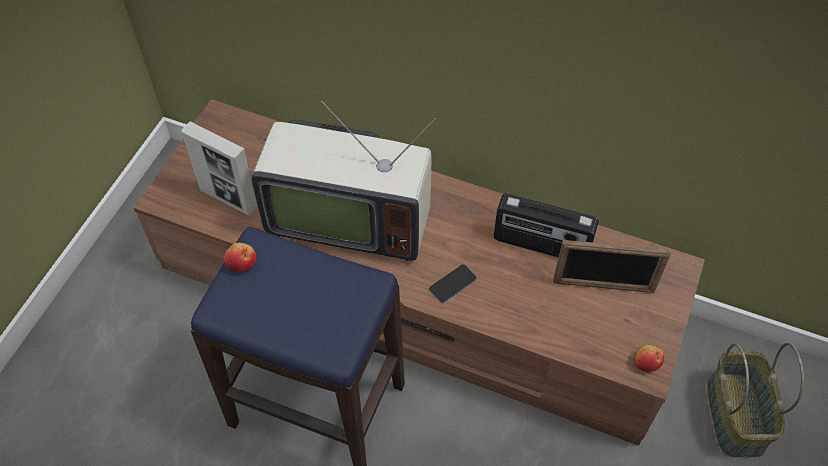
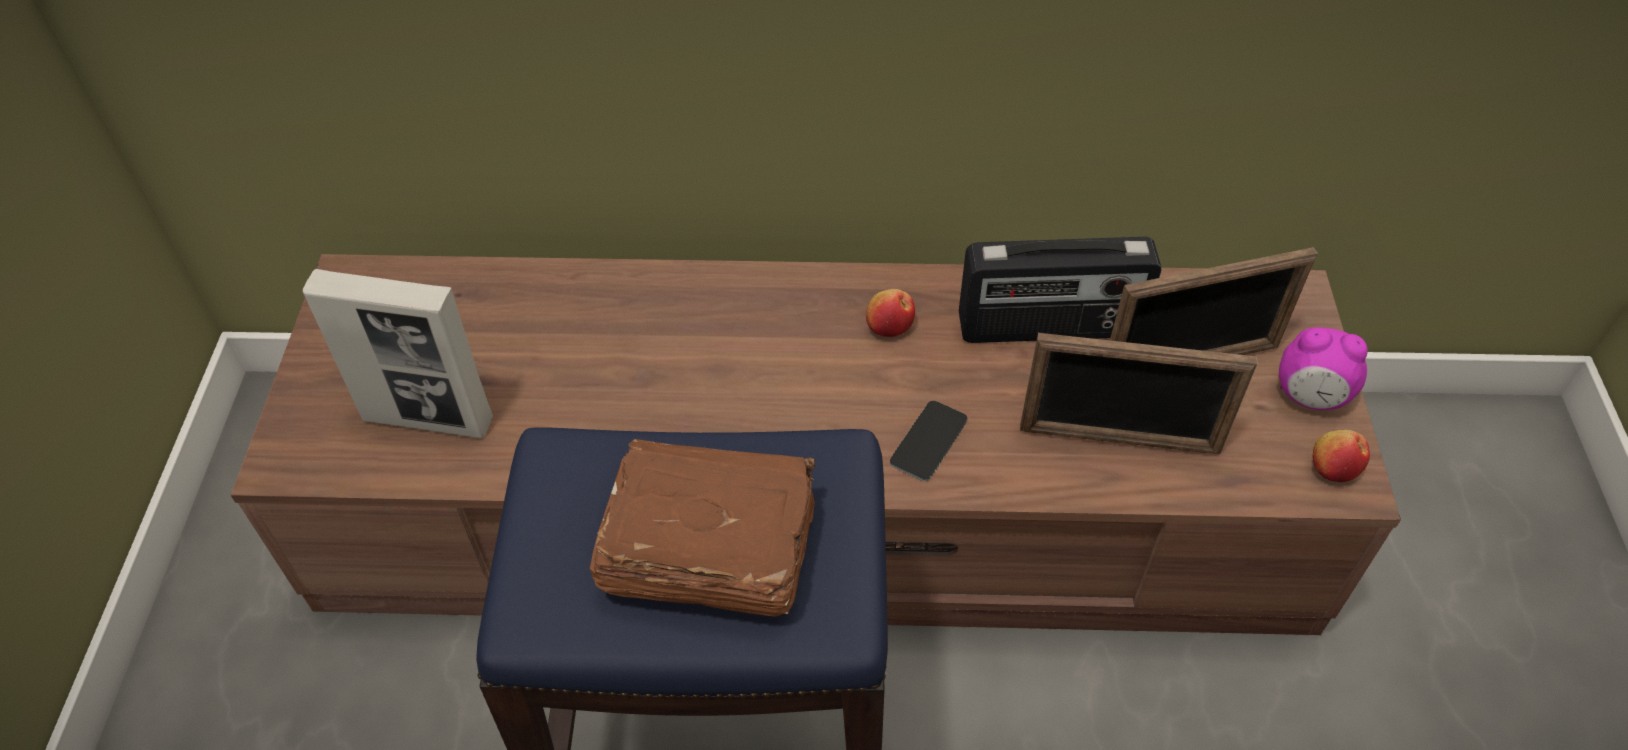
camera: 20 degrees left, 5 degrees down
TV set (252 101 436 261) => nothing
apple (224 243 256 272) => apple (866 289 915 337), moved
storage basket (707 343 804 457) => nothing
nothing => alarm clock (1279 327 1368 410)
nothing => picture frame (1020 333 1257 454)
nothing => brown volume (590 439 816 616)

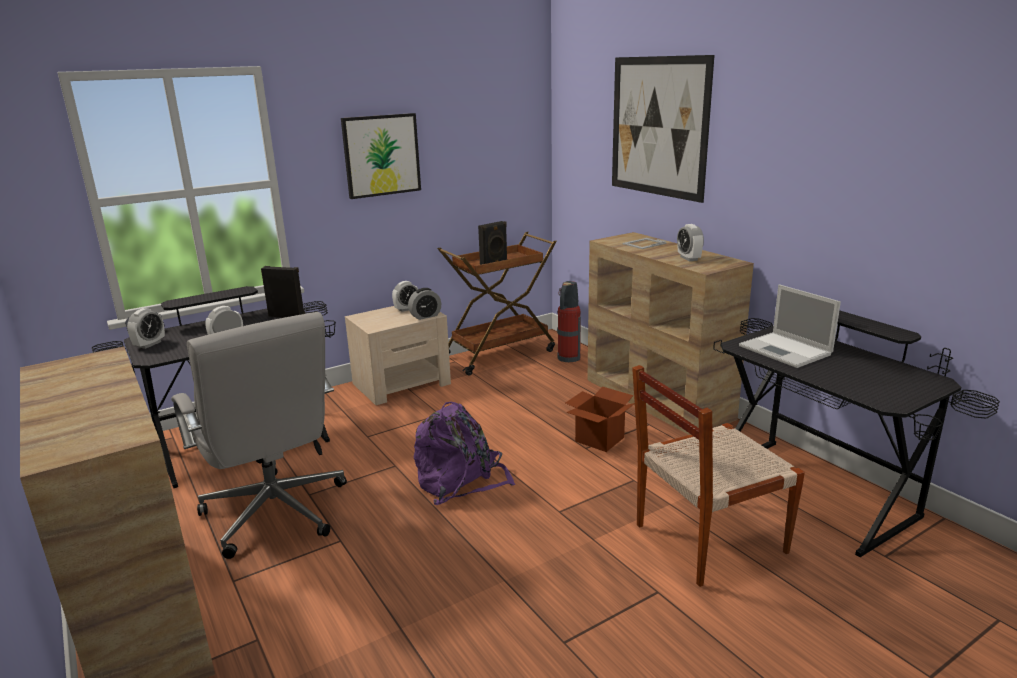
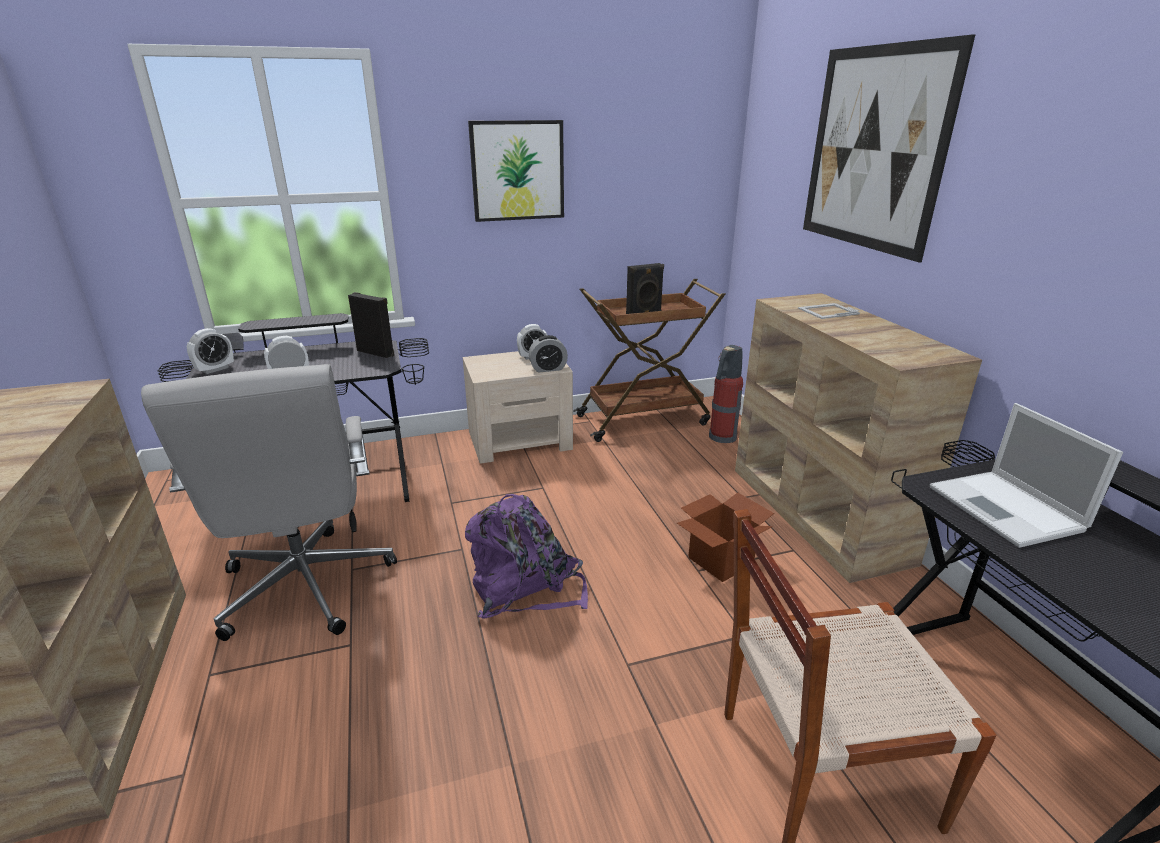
camera: 15 degrees right, 5 degrees up
alarm clock (677 224 704 261) => nothing

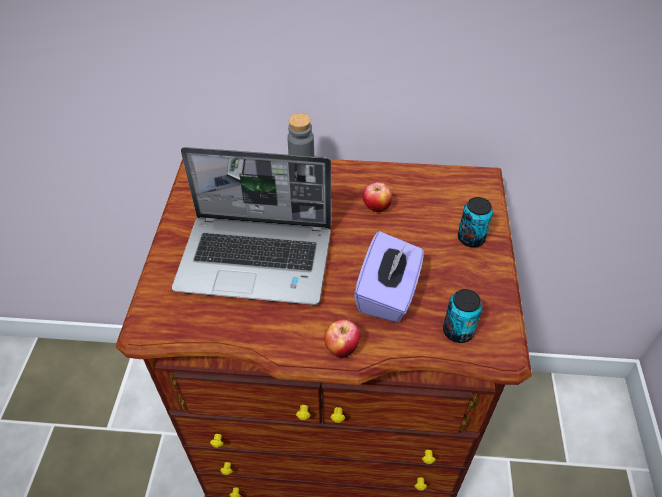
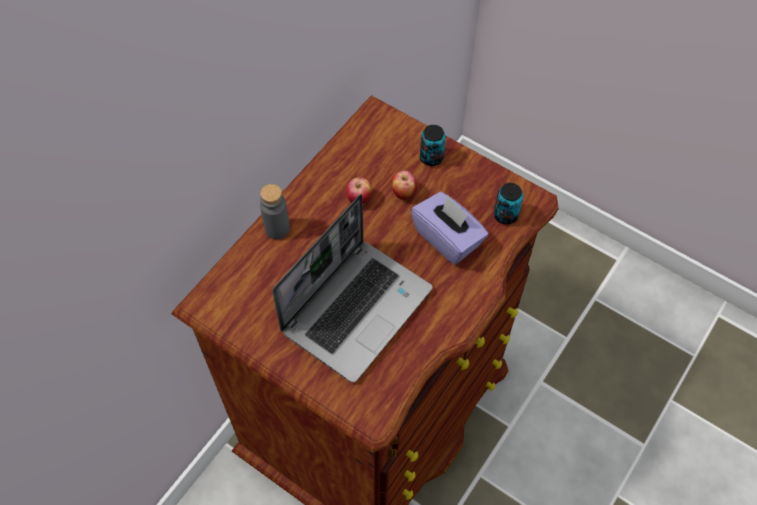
camera: 60 degrees left, 10 degrees up
apple (324 319 361 358) => apple (392 170 417 200), moved

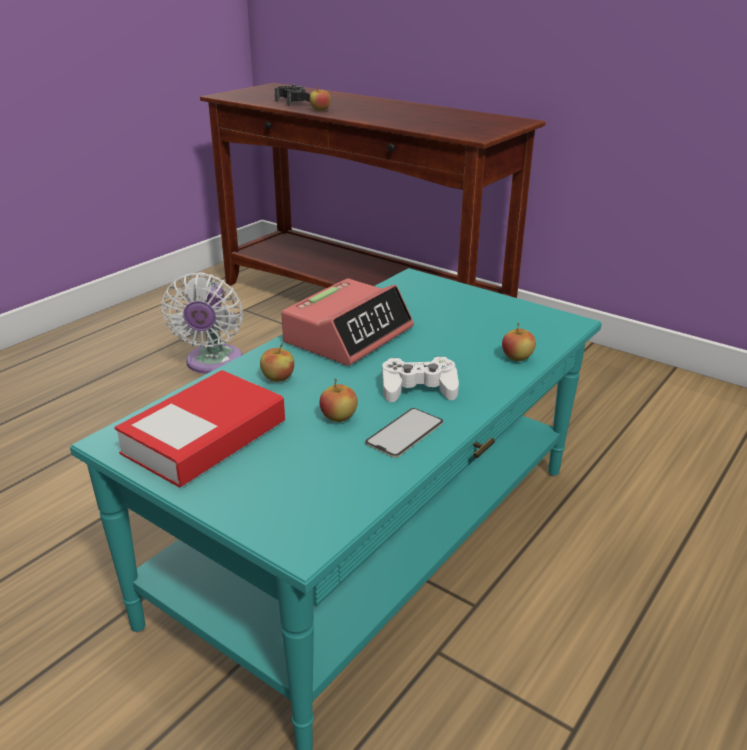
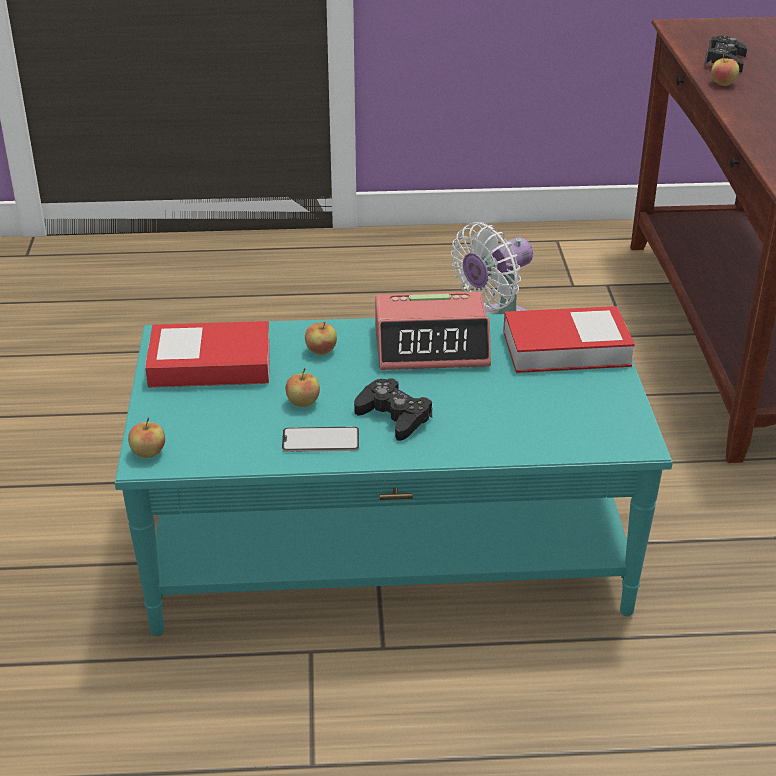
camera: 50 degrees right, 5 degrees up
apple (502 323 536 361) => apple (128 417 165 458), moved
whitish game controller (382 356 459 402) => black-coloured game controller (354 378 432 441)
nothing => volume (503 306 635 373)

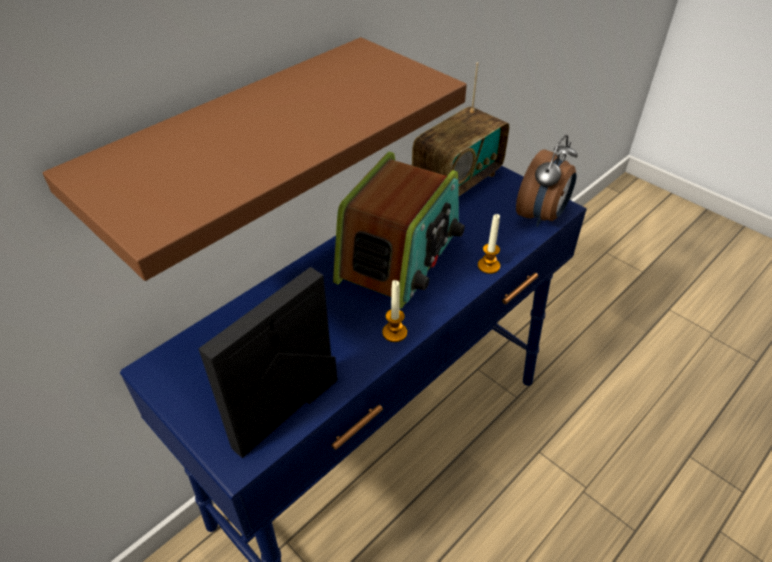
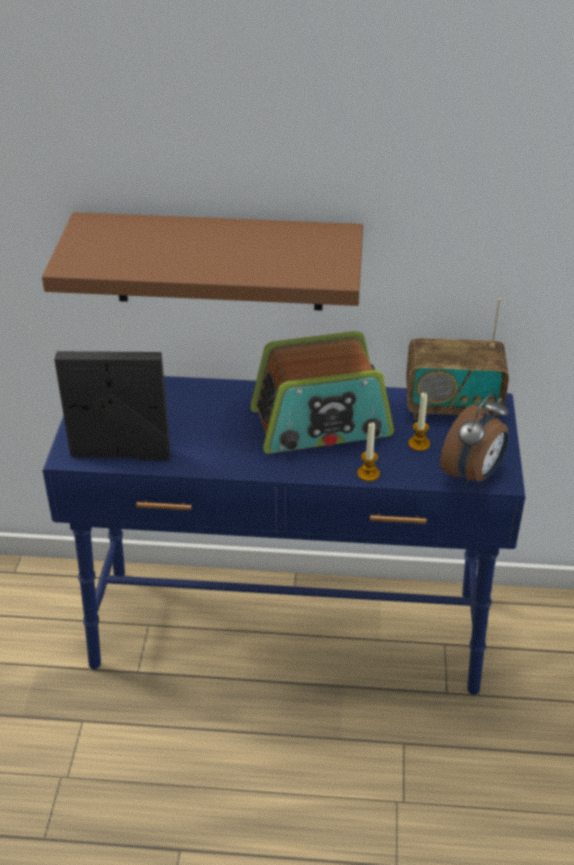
camera: 50 degrees right, 5 degrees down
alarm clock (516 135 578 227) => alarm clock (440 393 509 486), 45 degrees counterclockwise
candle (382 280 407 342) => candle (408 393 430 451), moved

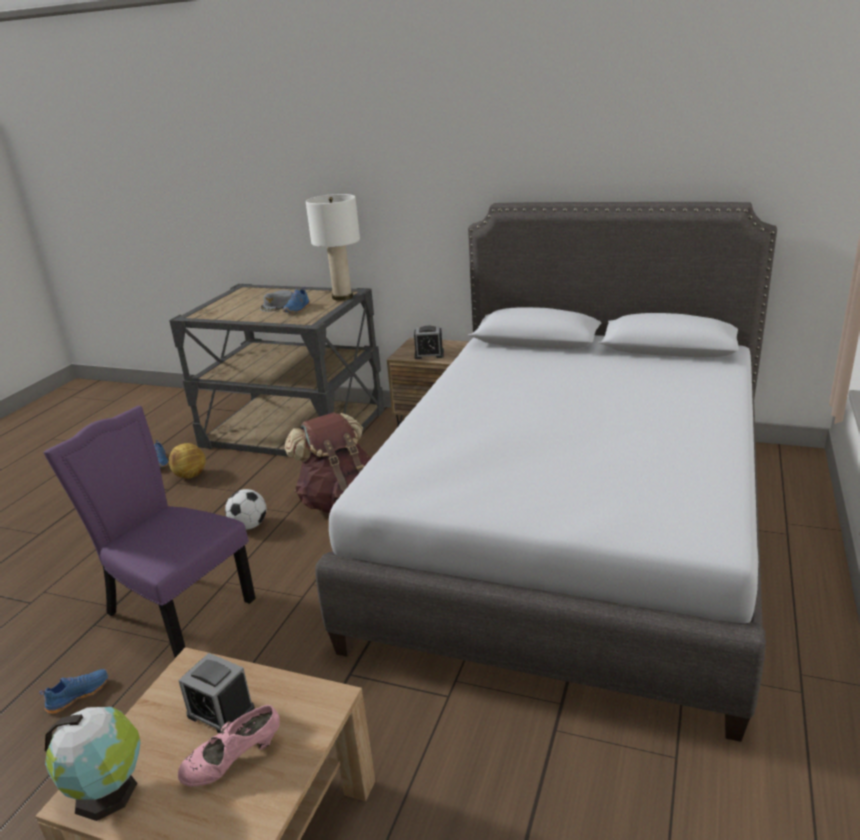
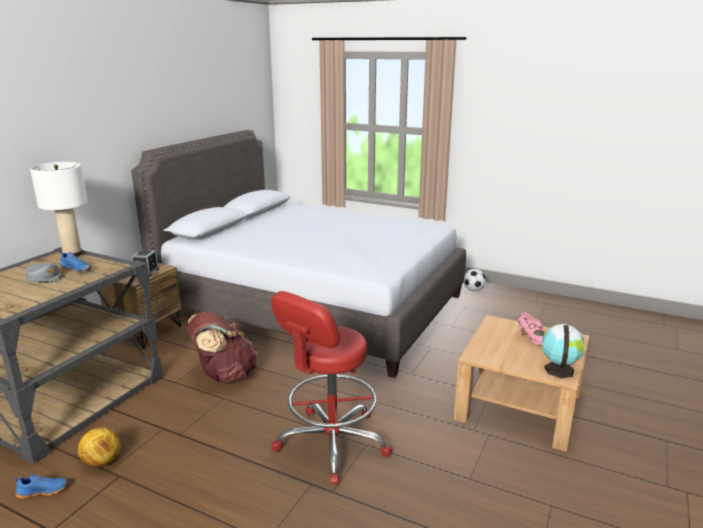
camera: 85 degrees left, 5 degrees down
purplish chair (43 406 256 658) => red sitting stool (271 291 392 485)
football (225 489 267 530) => football (463 269 486 291), moved
alarm clock (178 653 255 733) => nothing
bluish low shoe (39 669 108 714) => nothing

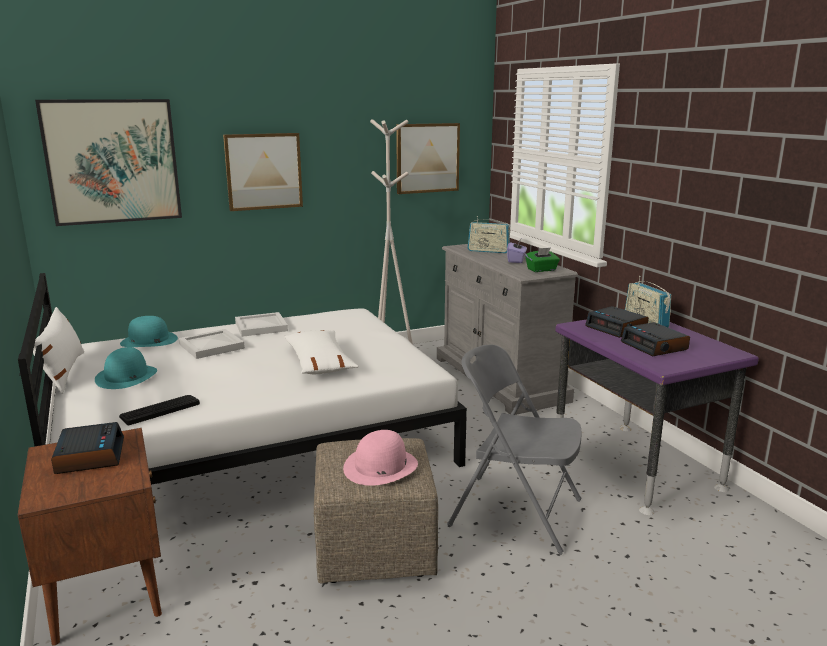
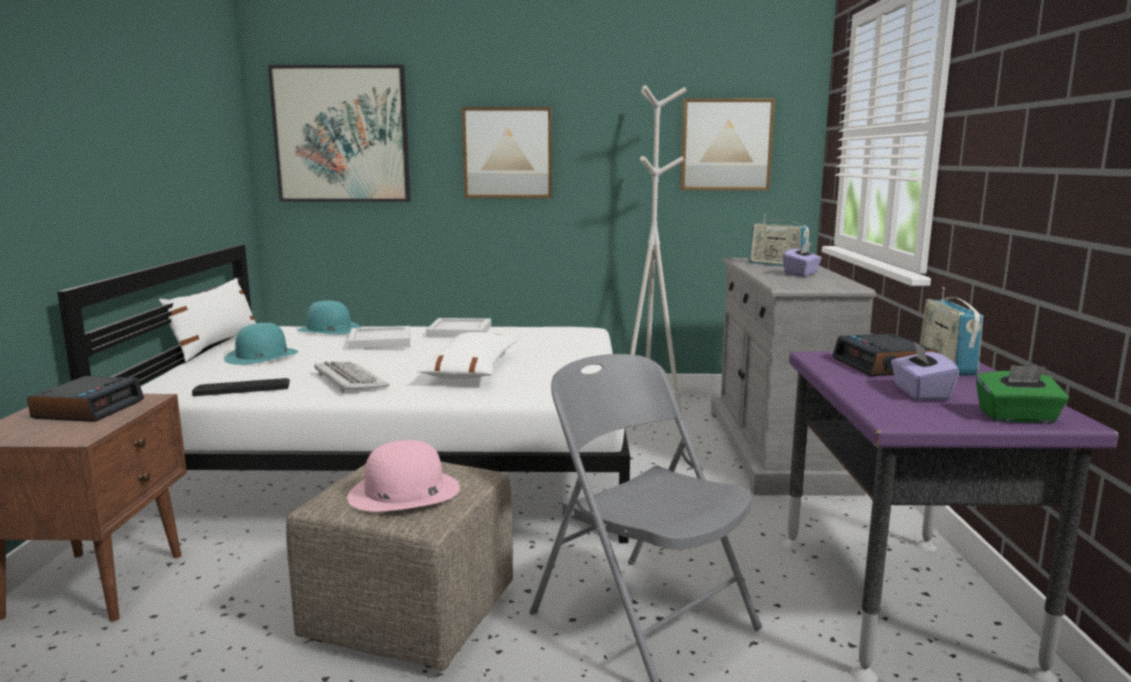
camera: 25 degrees right, 5 degrees down
greenish tissue box (525 248 560 272) => greenish tissue box (976 365 1069 423), moved
alarm clock (621 322 690 356) => purplish tissue box (891 341 959 400)
nothing => PC keyboard (314 361 389 393)

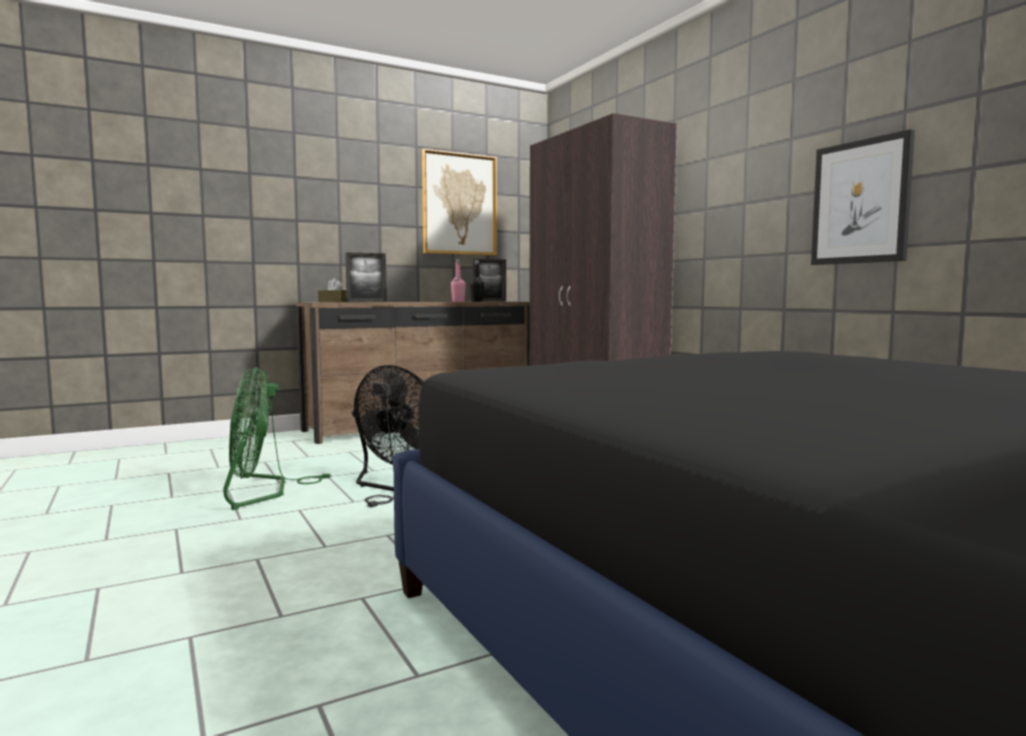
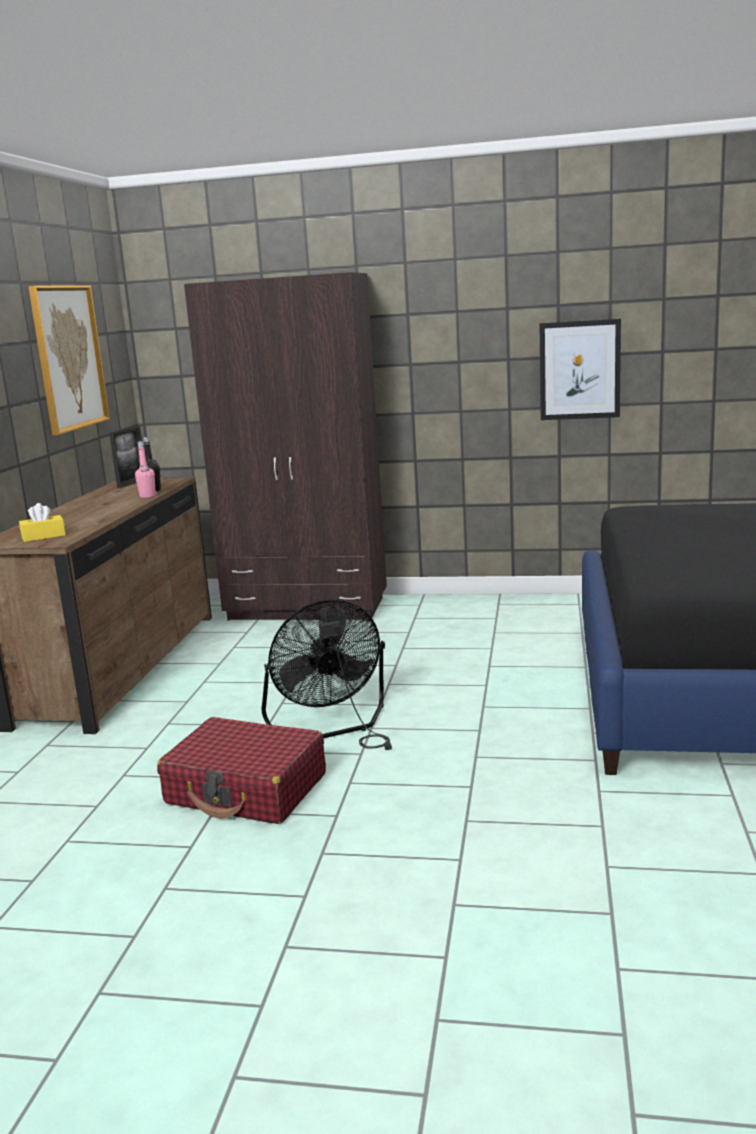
camera: 50 degrees left, 10 degrees up
picture frame (345 253 387 302) => nothing
brown tissue box (318 278 347 302) => yellowish tissue box (19 503 66 542)
greenish fan (223 367 331 510) => red suitcase (157 717 326 824)

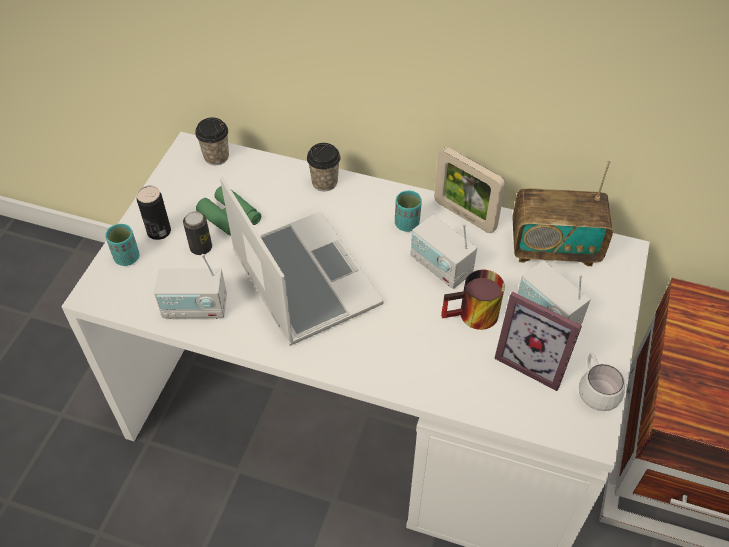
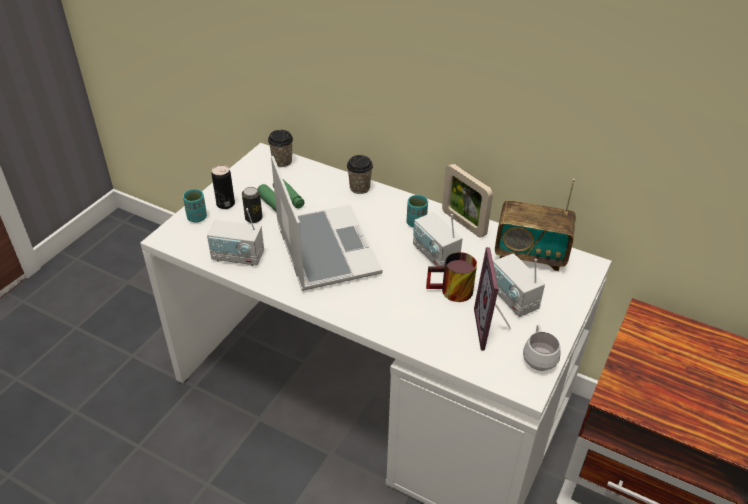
camera: 10 degrees right, 10 degrees down
picture frame (494 292 582 391) => picture frame (474 247 511 350), 45 degrees clockwise

